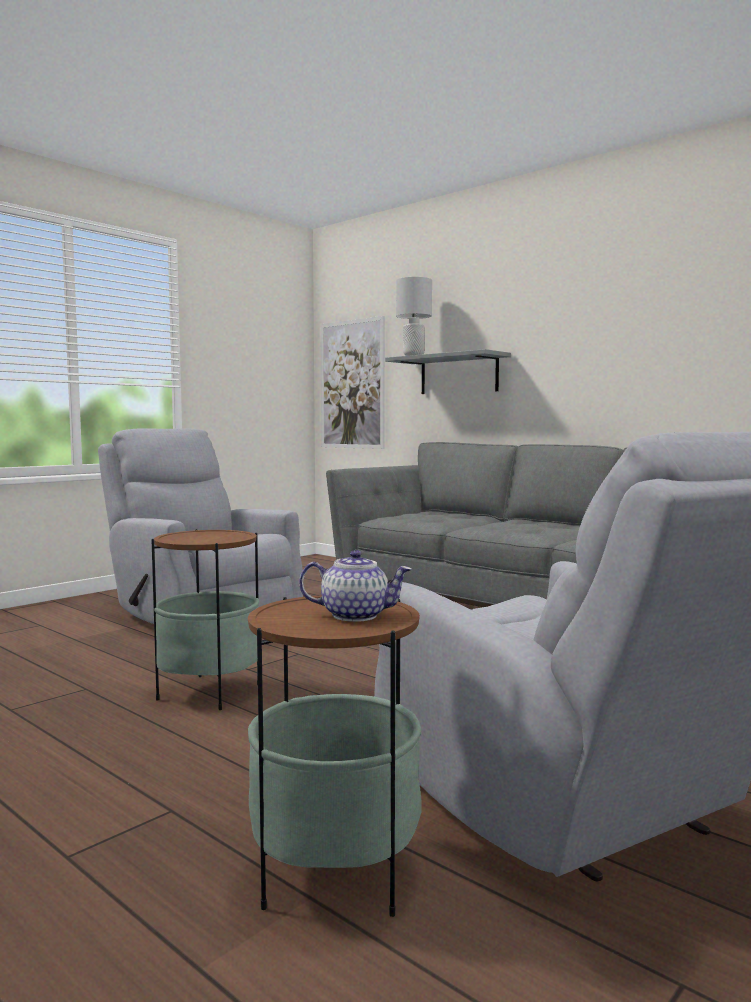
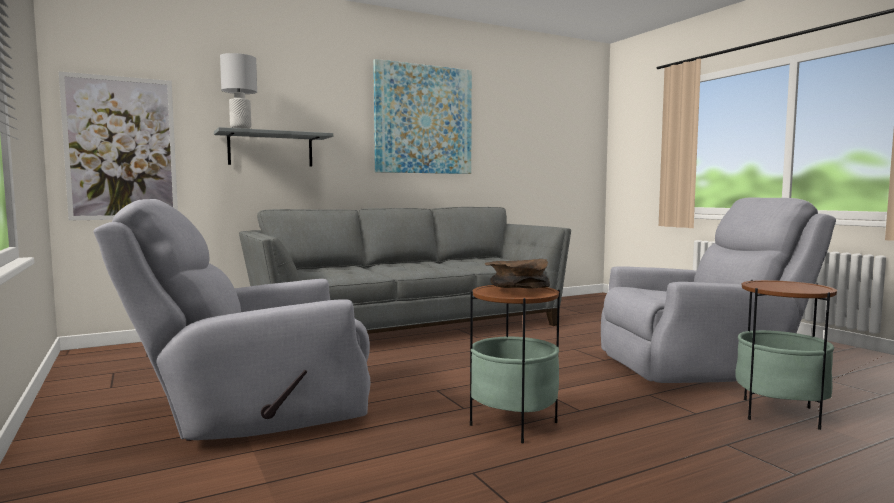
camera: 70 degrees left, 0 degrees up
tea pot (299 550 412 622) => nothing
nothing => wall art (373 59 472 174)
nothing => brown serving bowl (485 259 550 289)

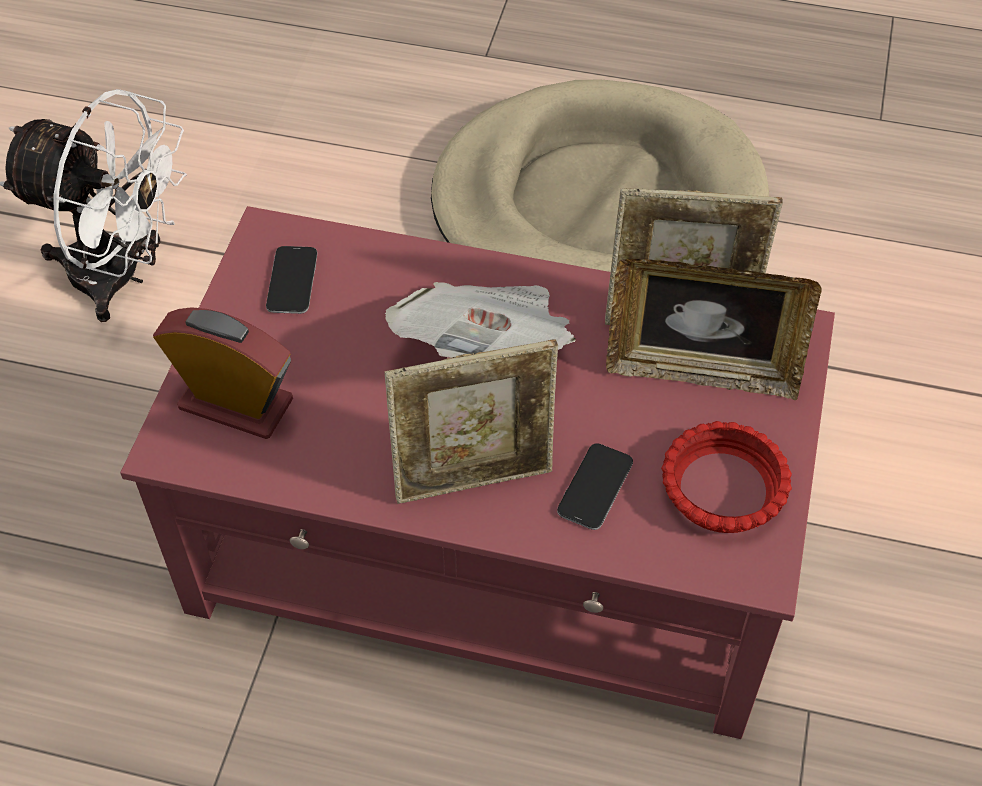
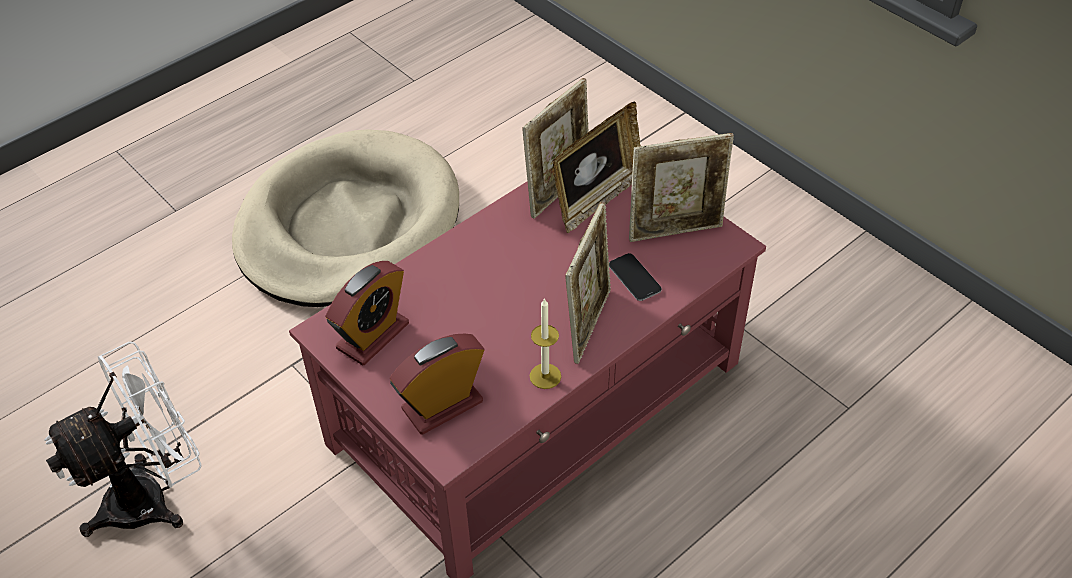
camera: 55 degrees left, 5 degrees down
handset (266 246 317 314) => alarm clock (325 261 409 365)
newspaper (385 282 576 358) => nothing
red serving bowl (661 421 792 533) => picture frame (629 133 734 242)
nothing => candle (530 298 561 389)

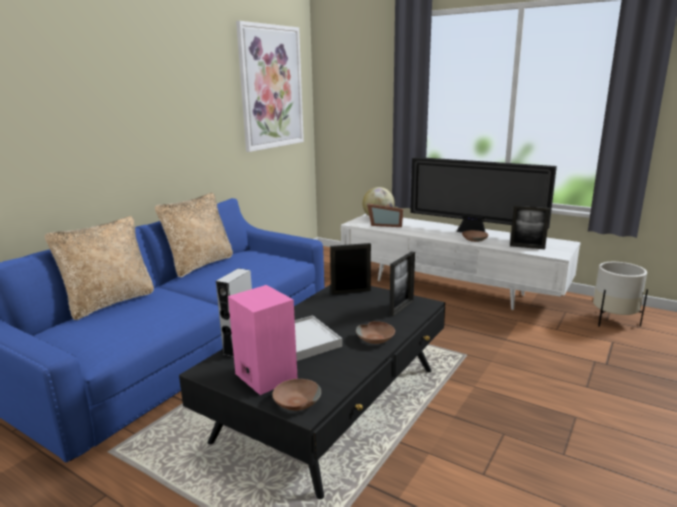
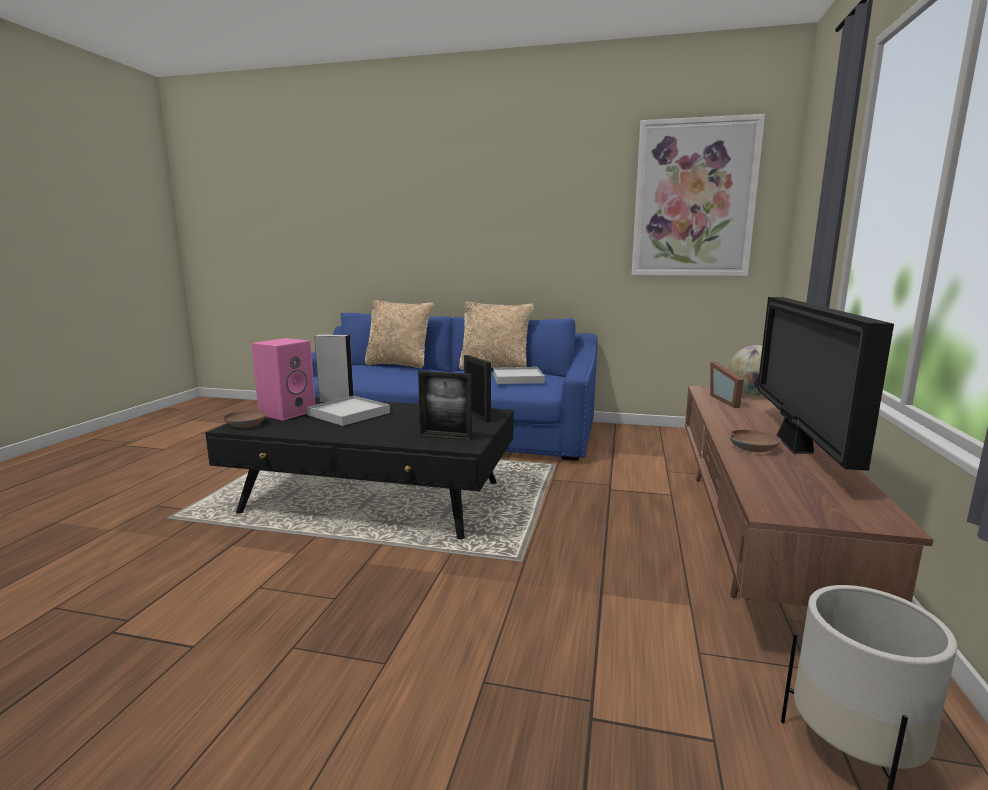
camera: 70 degrees right, 5 degrees down
picture frame (510 206 550 249) => nothing
whitish media console (341 214 581 310) => brown media console (685 386 934 606)
brown serving bowl (356 321 395 344) => nothing
nothing => whitish carrying tray (493 367 545 384)

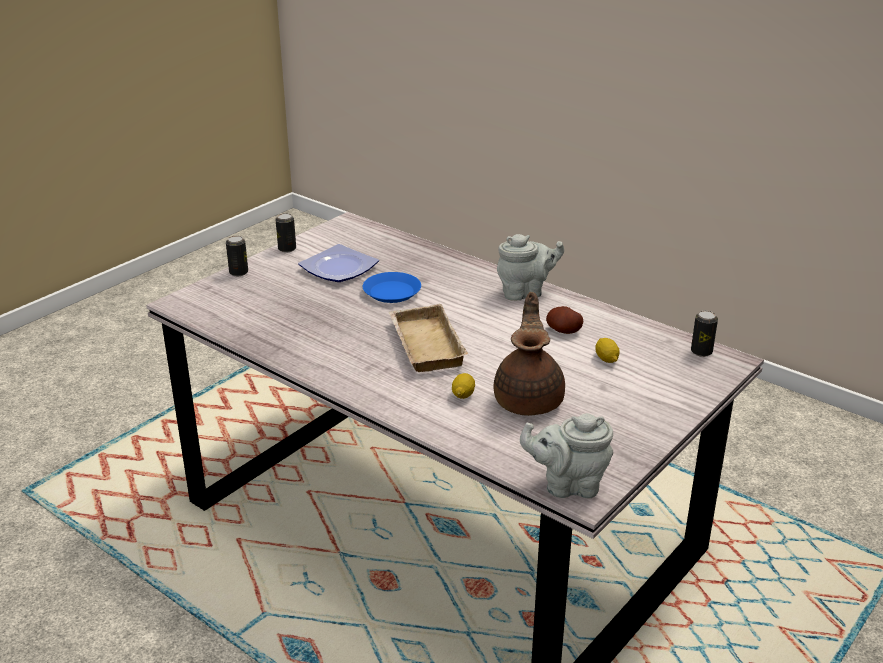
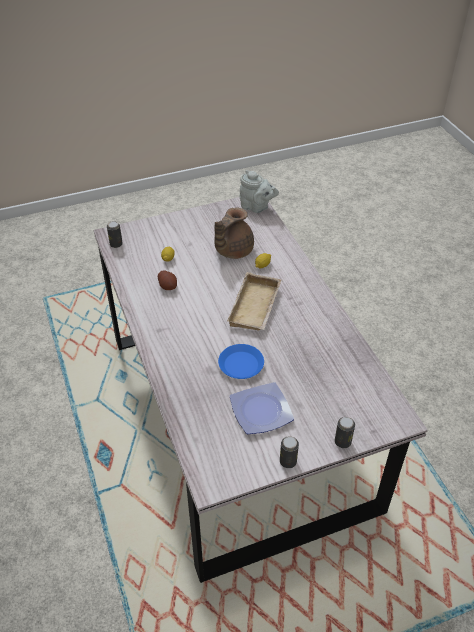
camera: 150 degrees left, 15 degrees up
gray tea pot (497 234 564 301) => nothing

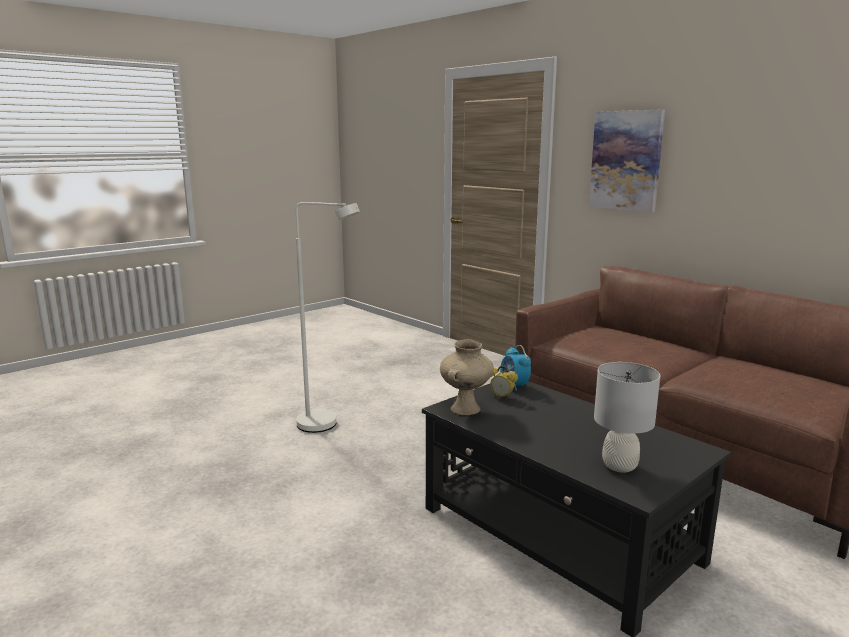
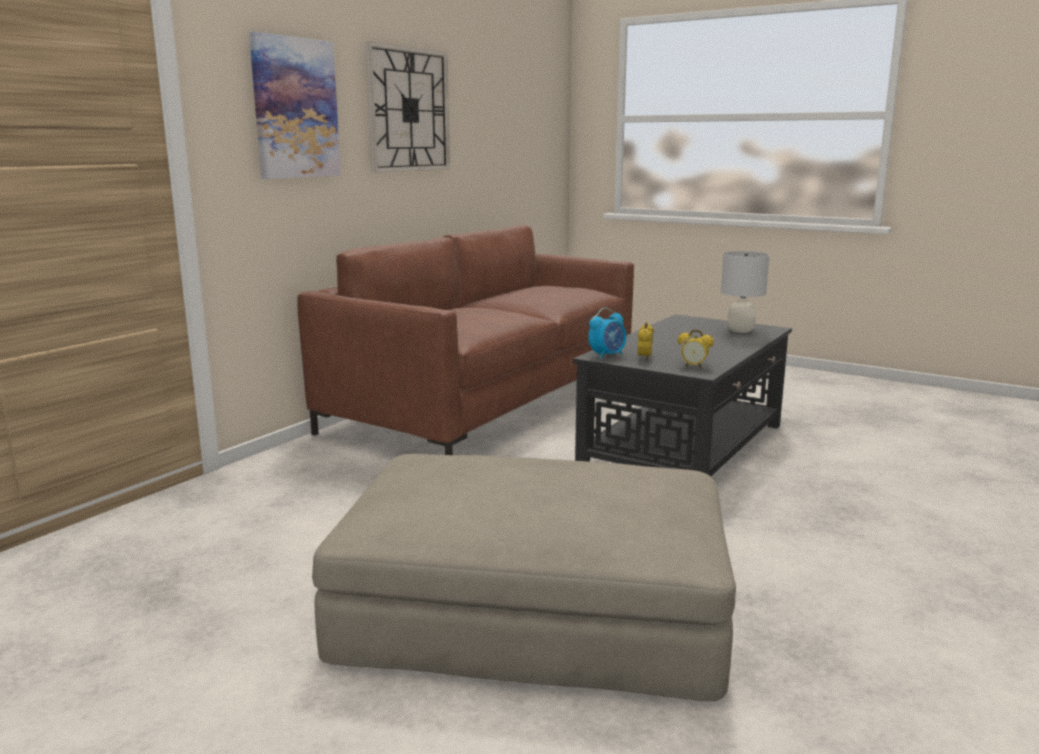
camera: 105 degrees left, 0 degrees up
whitish standing lamp (296 202 360 433) => beige-coloured footrest (312 454 736 701)
beige-coloured flower vase (440 339 494 415) => alarm clock (678 330 714 368)
nothing => clock on the wall (365 41 450 173)

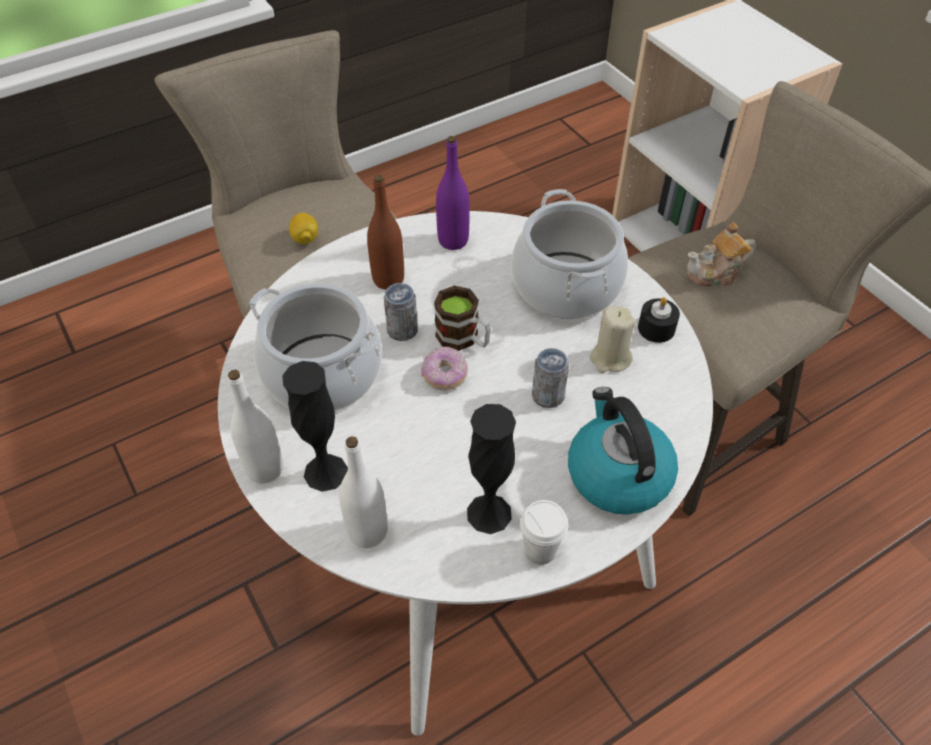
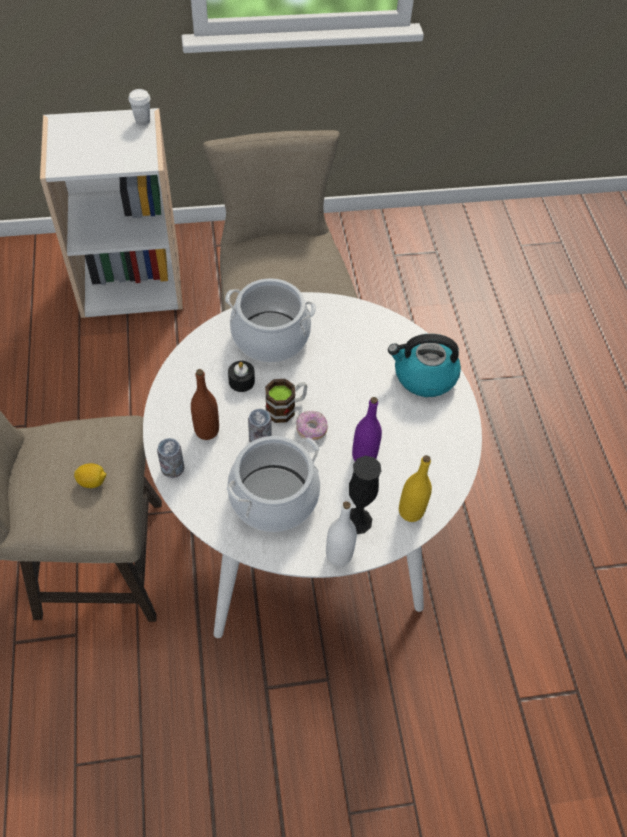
camera: 70 degrees left, 5 degrees up
purplish beverage bottle (436 136 470 250) => purplish beverage bottle (352 397 382 461), moved
tea pot (687 223 756 286) => nothing
black-coloured candle (638 297 680 343) => black-coloured candle (228 361 255 392), moved
beige-coloured candle (589 306 636 373) => nothing
metal can (532 348 569 408) => metal can (157 438 185 478), moved
black-coloured flower vase (467 404 516 534) => nothing
whitish beverage bottle (339 436 388 548) => yellowish beverage bottle (399 455 432 522)
whitish drinking cup (520 500 568 565) => whitish drinking cup (128 89 151 125), moved

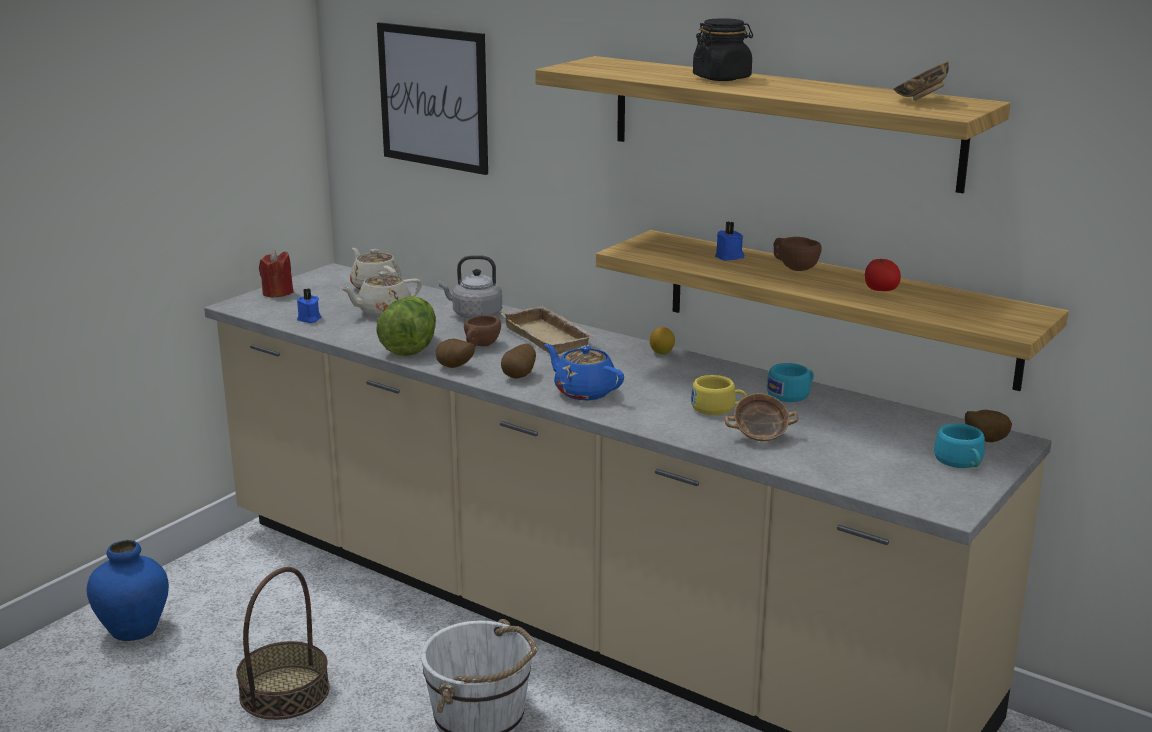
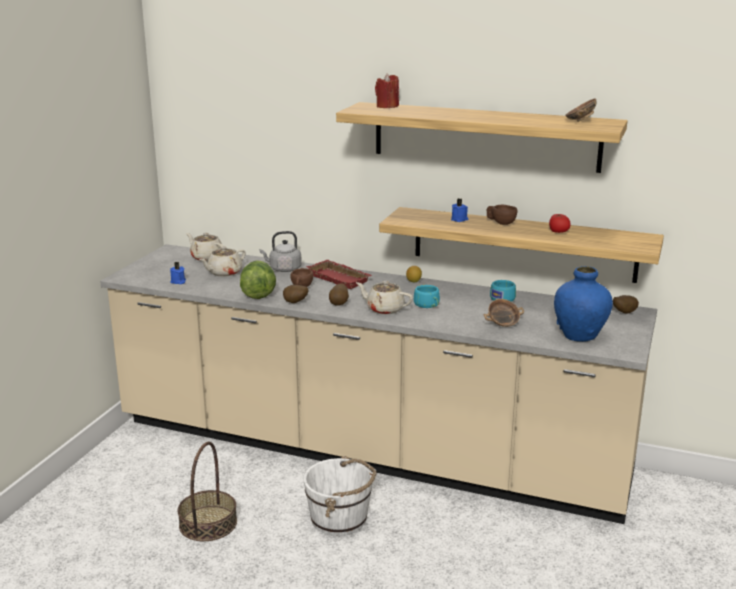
camera: 15 degrees left, 0 degrees up
black-coloured jar (693 18 753 81) => nothing
wall art (377 22 488 175) => nothing
red candle (259 250 294 298) => red candle (375 73 399 108), moved
beige-coloured carrying tray (500 306 597 354) => red carrying tray (306 260 373 289)
bluish tea pot (545 344 624 400) => beige-coloured tea pot (356 281 413 315)
yellowish drinking cup (691 375 747 415) => nothing
turquoise-coloured drinking cup (934 423 985 468) => turquoise-coloured drinking cup (414 285 440 308), moved
bluish flower vase (87 540 169 641) => bluish flower vase (554 266 613 342), moved

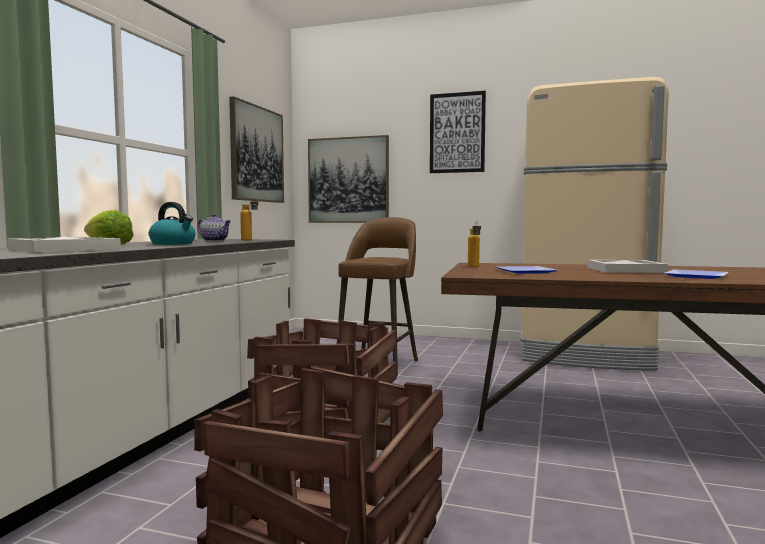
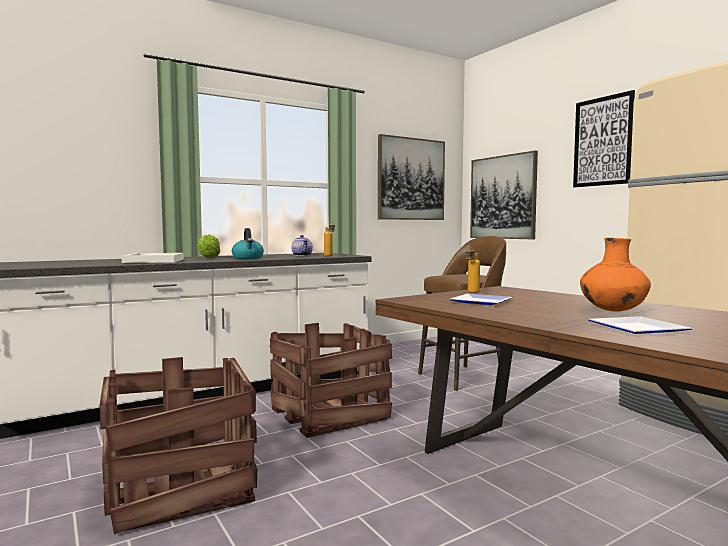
camera: 40 degrees right, 0 degrees up
whitish carrying tray (587 260 669 273) => orange flower vase (580 238 651 312)

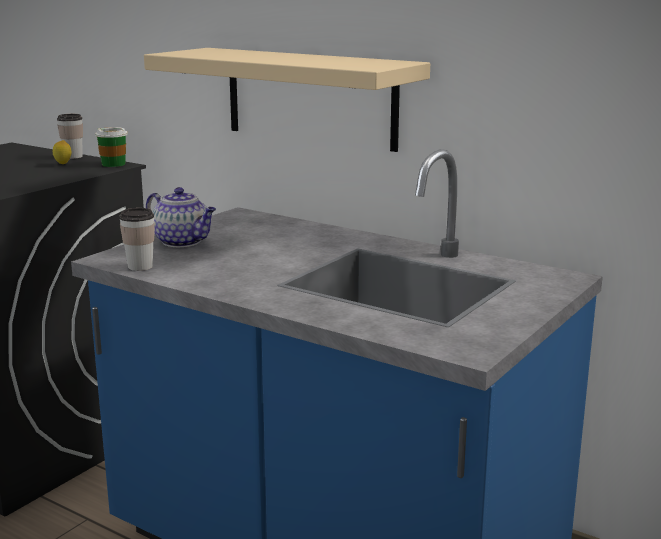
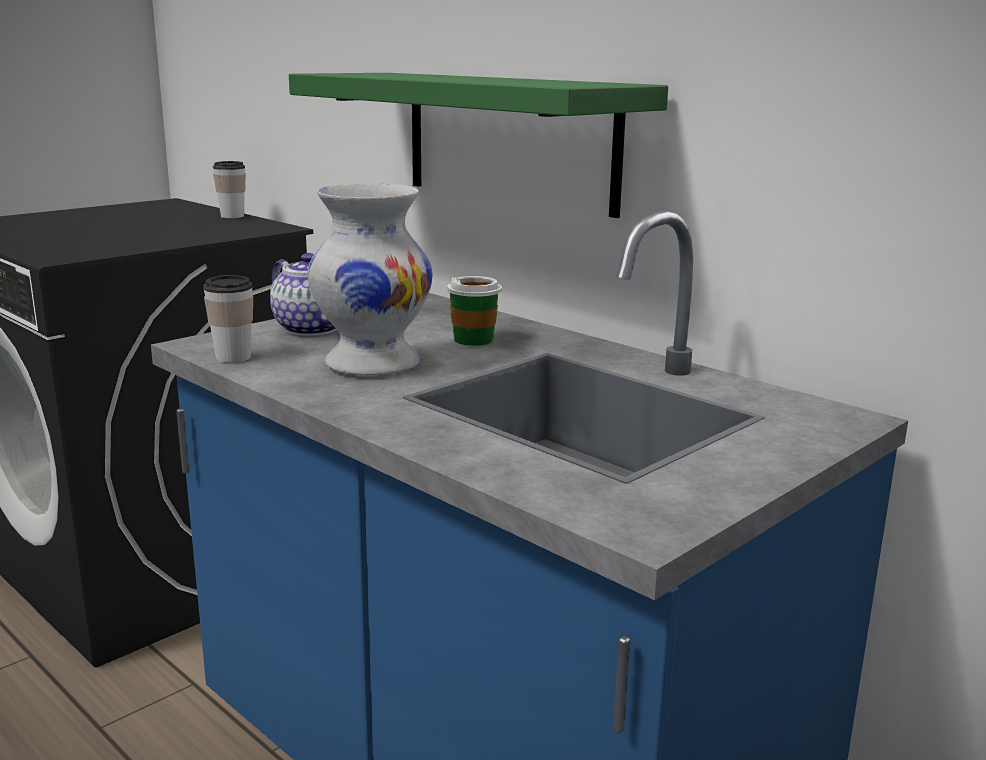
camera: 10 degrees right, 0 degrees up
beige-coloured wall shelf (144 48 430 152) => greenish wall shelf (289 73 668 218)
drinking cup (95 127 128 167) => drinking cup (447 276 502 346), moved
lemon (53 140 71 164) => nothing
nothing => whitish flower vase (307 183 433 376)

